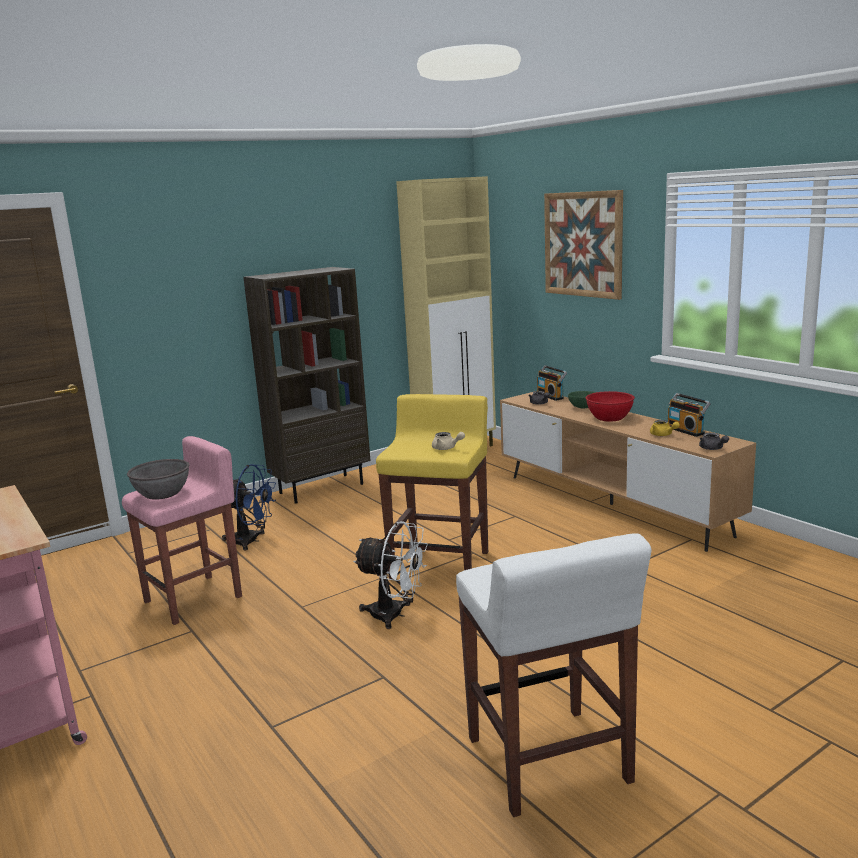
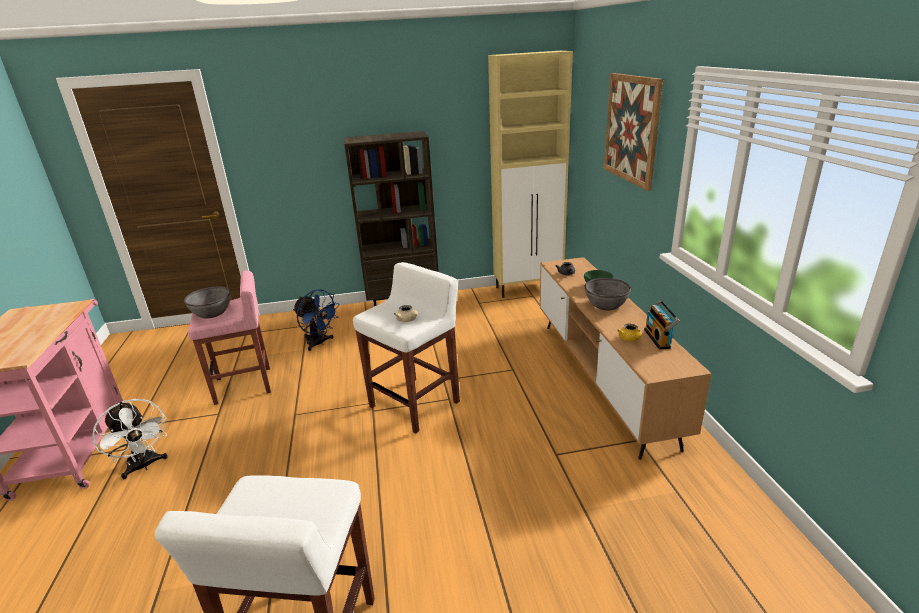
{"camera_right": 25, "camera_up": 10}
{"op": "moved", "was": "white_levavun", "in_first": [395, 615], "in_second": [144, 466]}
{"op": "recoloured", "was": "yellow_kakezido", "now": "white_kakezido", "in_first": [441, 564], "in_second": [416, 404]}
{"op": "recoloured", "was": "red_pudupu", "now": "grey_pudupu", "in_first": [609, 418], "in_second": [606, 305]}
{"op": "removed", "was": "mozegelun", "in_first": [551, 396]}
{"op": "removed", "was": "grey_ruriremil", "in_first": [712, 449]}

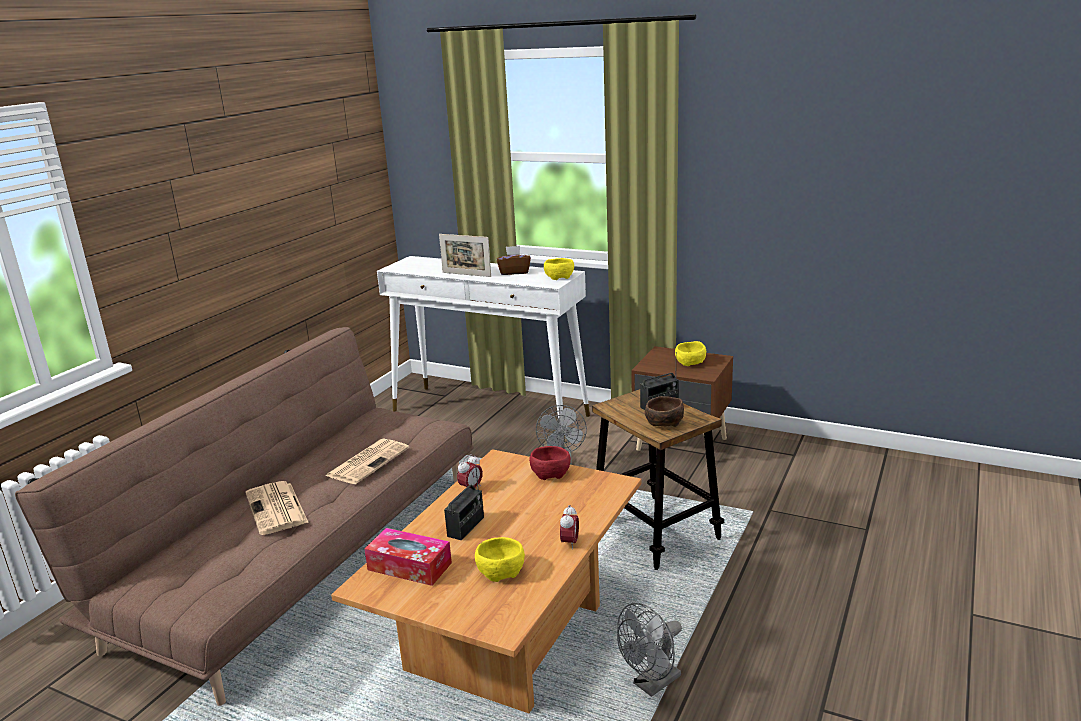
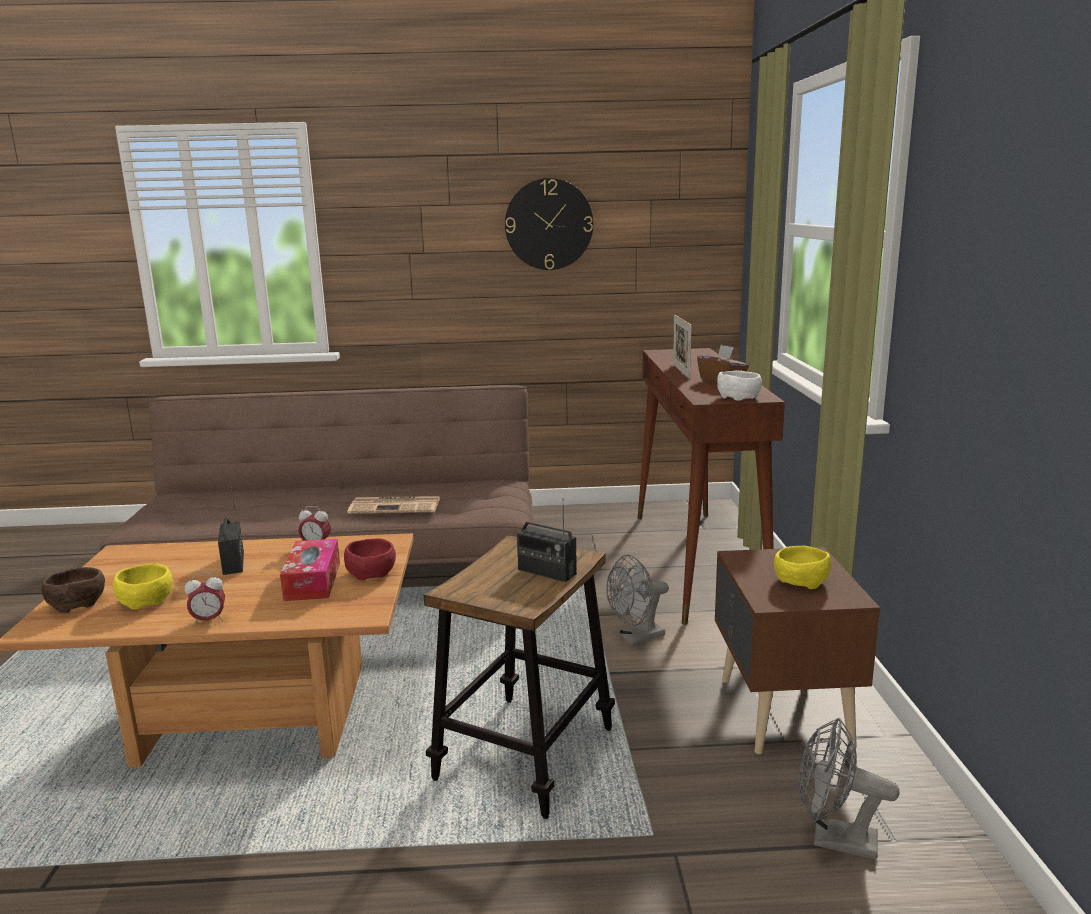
{"camera_right": 60, "camera_up": -5}
{"op": "moved", "was": "brown_pudupu", "in_first": [663, 422], "in_second": [76, 603]}
{"op": "turned", "was": "mozegelun", "in_first": [466, 527], "in_second": [234, 563], "clockwise": -105}
{"op": "moved", "was": "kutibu", "in_first": [409, 566], "in_second": [313, 581]}
{"op": "added", "now": "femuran", "in_second": [549, 224]}
{"op": "recoloured", "was": "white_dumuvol", "now": "brown_dumuvol", "in_first": [490, 413], "in_second": [697, 562]}
{"op": "recoloured", "was": "yellow_pudupu", "now": "white_pudupu", "in_first": [558, 276], "in_second": [738, 397]}
{"op": "moved", "was": "grey_levavun", "in_first": [652, 684], "in_second": [833, 840]}
{"op": "removed", "was": "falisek", "in_first": [277, 509]}

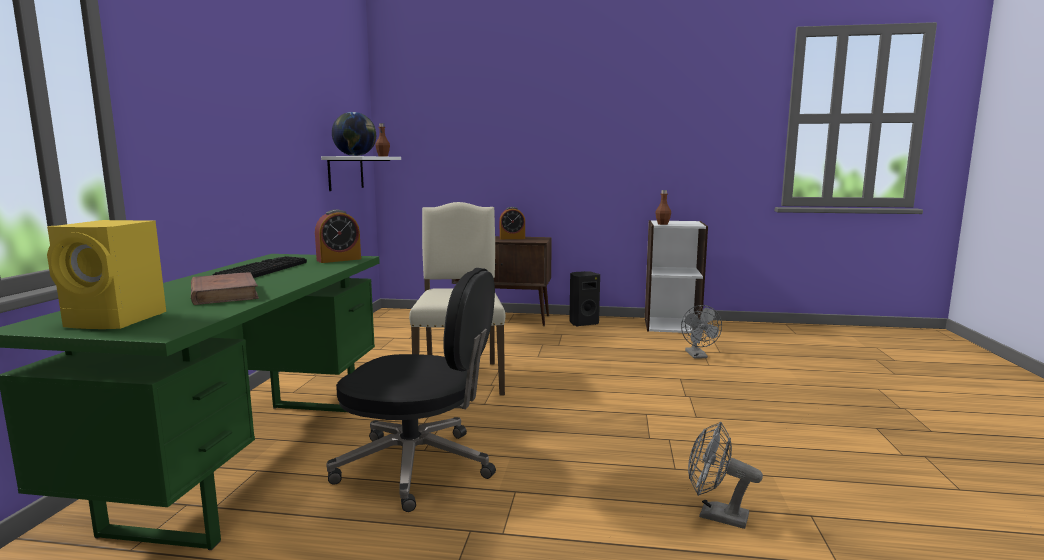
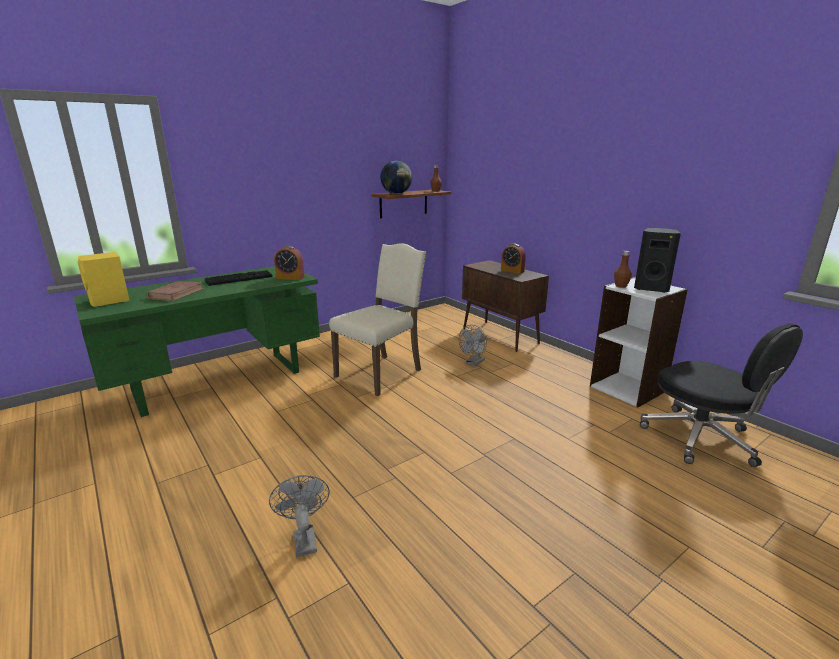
{"camera_right": 45, "camera_up": 10}
{"op": "recoloured", "was": "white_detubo", "now": "brown_detubo", "in_first": [346, 173], "in_second": [403, 203]}
{"op": "moved", "was": "grey_levavun", "in_first": [698, 356], "in_second": [473, 363]}
{"op": "moved", "was": "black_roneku", "in_first": [583, 323], "in_second": [651, 288]}
{"op": "moved", "was": "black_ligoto", "in_first": [418, 466], "in_second": [701, 439]}

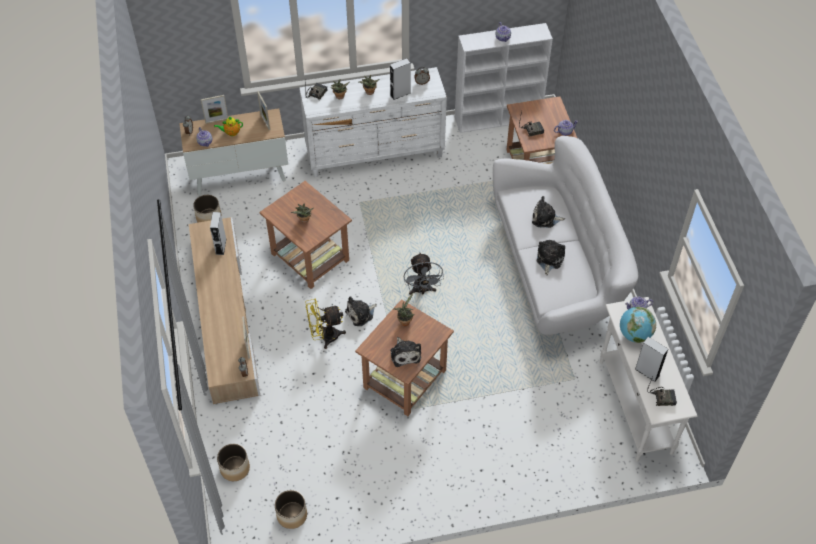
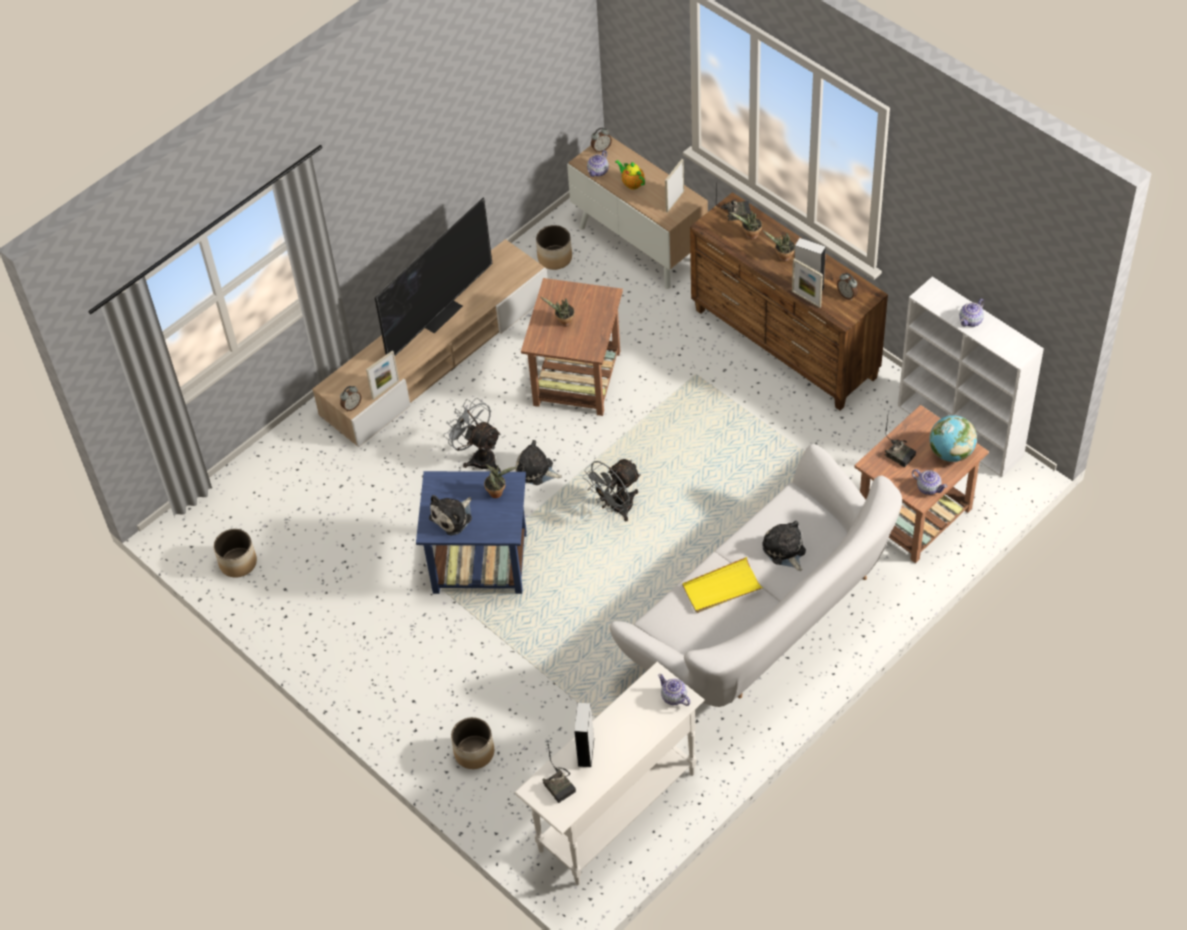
{"camera_right": 60, "camera_up": 0}
{"op": "added", "now": "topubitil", "in_second": [440, 313]}
{"op": "recoloured", "was": "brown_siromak", "now": "blue_siromak", "in_first": [405, 378], "in_second": [481, 562]}
{"op": "recoloured", "was": "yellow_levavun", "now": "grey_levavun", "in_first": [325, 337], "in_second": [479, 457]}
{"op": "moved", "was": "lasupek", "in_first": [234, 468], "in_second": [474, 752]}
{"op": "replaced", "was": "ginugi", "now": "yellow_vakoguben", "in_first": [549, 259], "in_second": [721, 588]}
{"op": "recoloured", "was": "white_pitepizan", "now": "brown_pitepizan", "in_first": [375, 154], "in_second": [784, 345]}
{"op": "moved", "was": "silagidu", "in_first": [217, 120], "in_second": [806, 299]}
{"op": "moved", "was": "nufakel", "in_first": [634, 334], "in_second": [950, 452]}
{"op": "removed", "was": "grey_roneku", "in_first": [221, 246]}

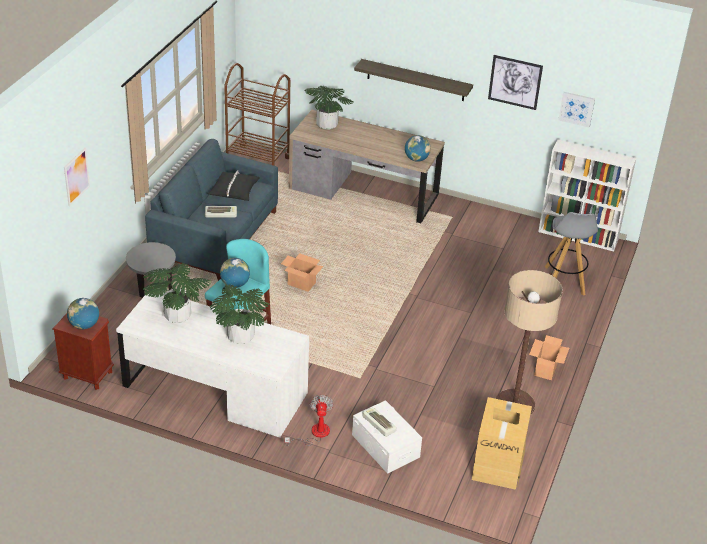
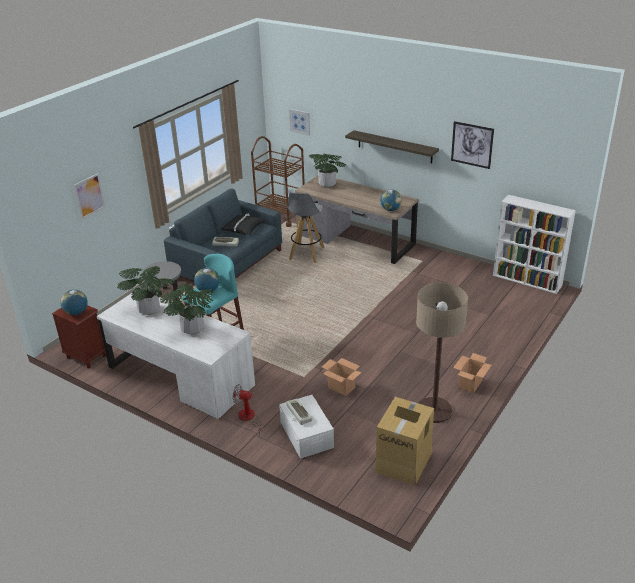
{"camera_right": 15, "camera_up": -5}
{"op": "turned", "was": "levavun", "in_first": [314, 434], "in_second": [249, 419], "clockwise": -90}
{"op": "moved", "was": "grey_kakezido", "in_first": [564, 281], "in_second": [306, 253]}
{"op": "moved", "was": "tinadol", "in_first": [576, 109], "in_second": [300, 121]}
{"op": "moved", "was": "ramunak", "in_first": [301, 284], "in_second": [341, 387]}

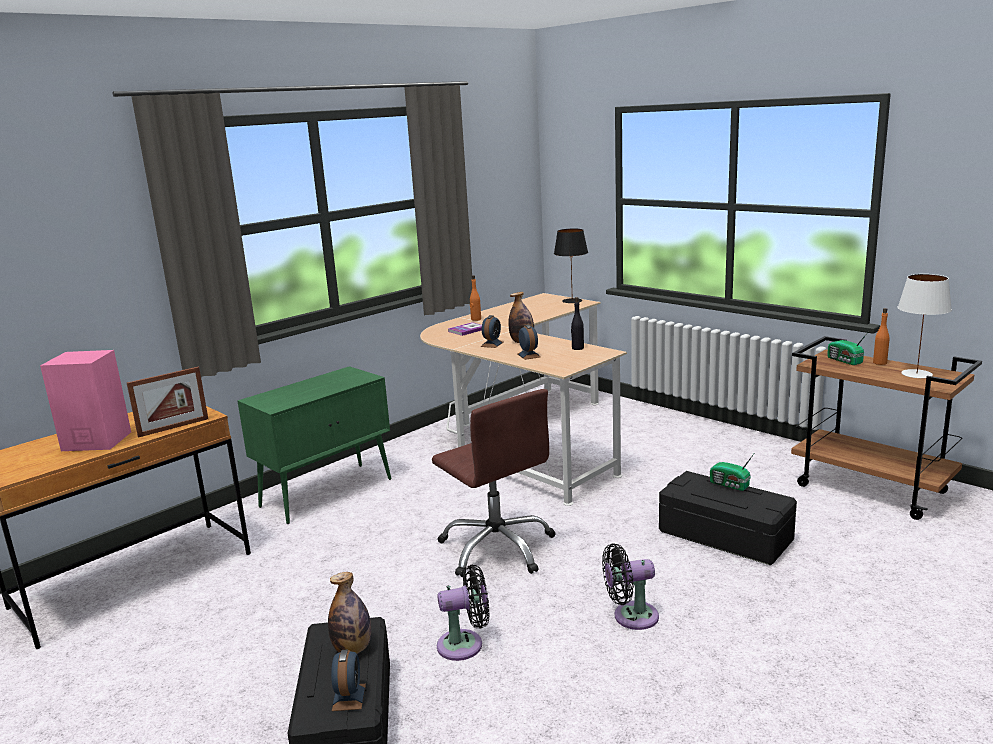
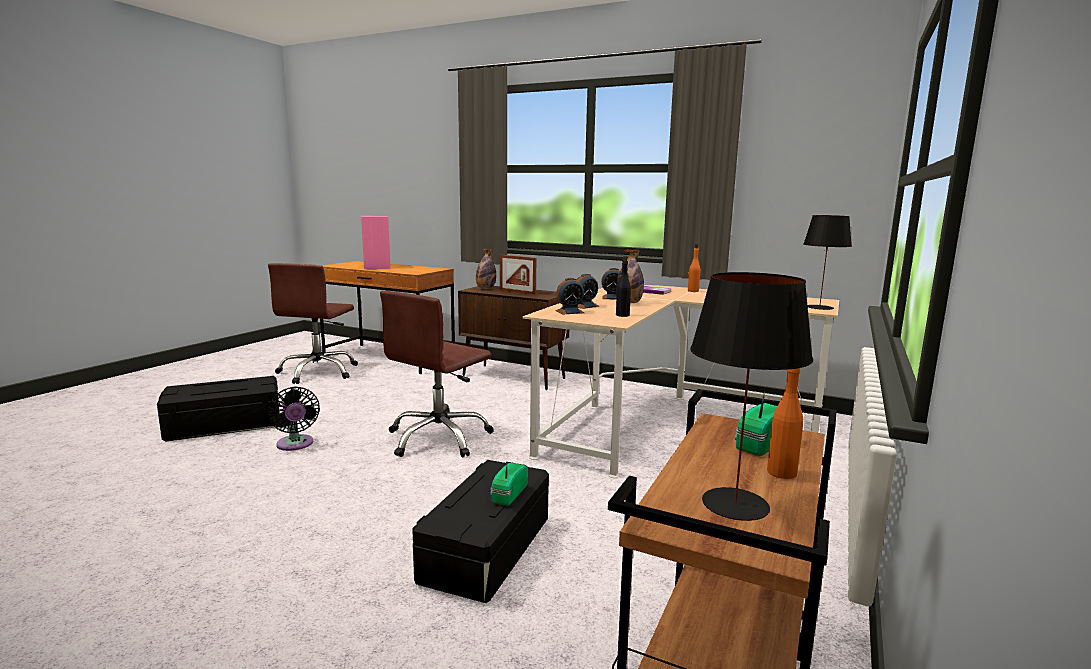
{"camera_right": 70, "camera_up": -5}
{"op": "added", "now": "brown_ligoto", "in_second": [318, 372]}
{"op": "recoloured", "was": "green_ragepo", "now": "brown_ragepo", "in_first": [328, 492], "in_second": [514, 377]}
{"op": "moved", "was": "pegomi", "in_first": [352, 649], "in_second": [485, 288]}
{"op": "moved", "was": "silagidu", "in_first": [173, 427], "in_second": [517, 292]}
{"op": "moved", "was": "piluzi", "in_first": [349, 697], "in_second": [569, 312]}
{"op": "recoloured", "was": "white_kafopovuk", "now": "black_kafopovuk", "in_first": [917, 374], "in_second": [736, 504]}
{"op": "removed", "was": "black_levavun", "in_first": [631, 617]}

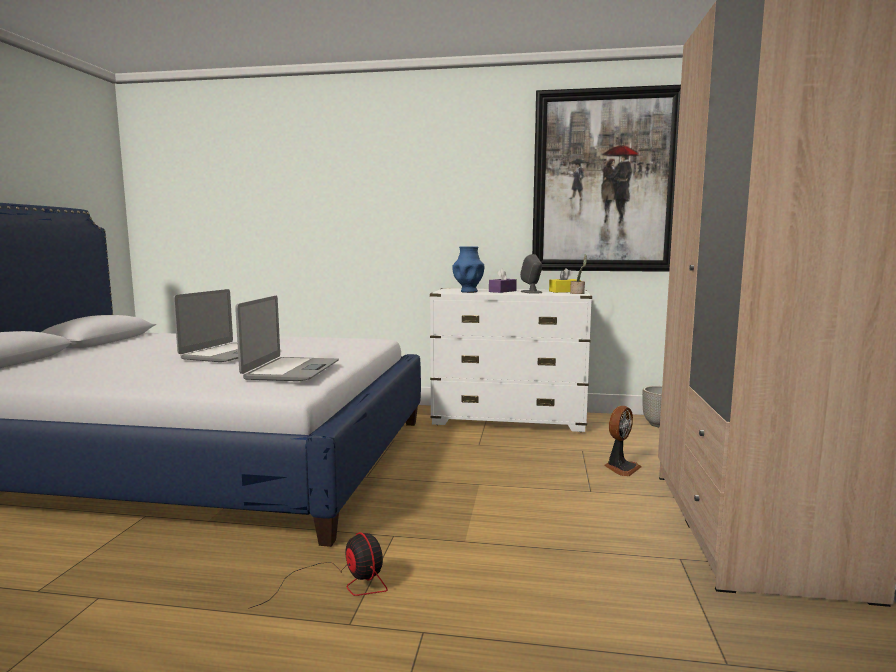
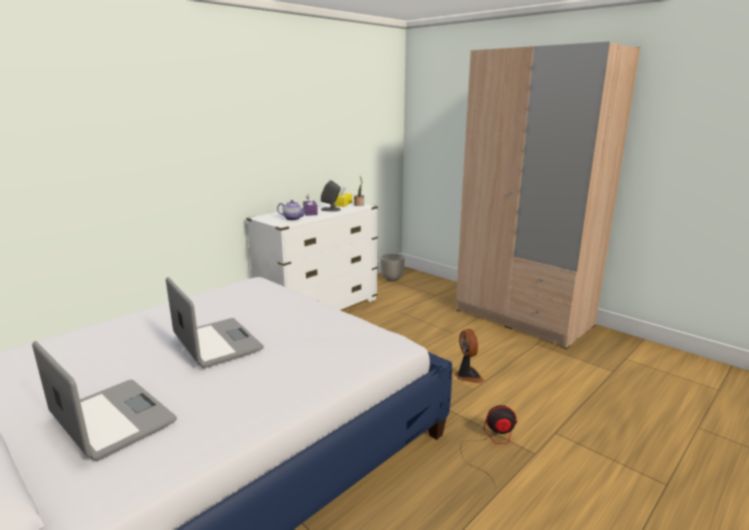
{"camera_right": -55, "camera_up": 10}
{"op": "moved", "was": "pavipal", "in_first": [291, 370], "in_second": [112, 420]}
{"op": "replaced", "was": "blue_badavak", "now": "ruriremil", "in_first": [468, 291], "in_second": [293, 218]}
{"op": "moved", "was": "levavun", "in_first": [620, 468], "in_second": [467, 376]}
{"op": "removed", "was": "tinadol", "in_first": [604, 182]}

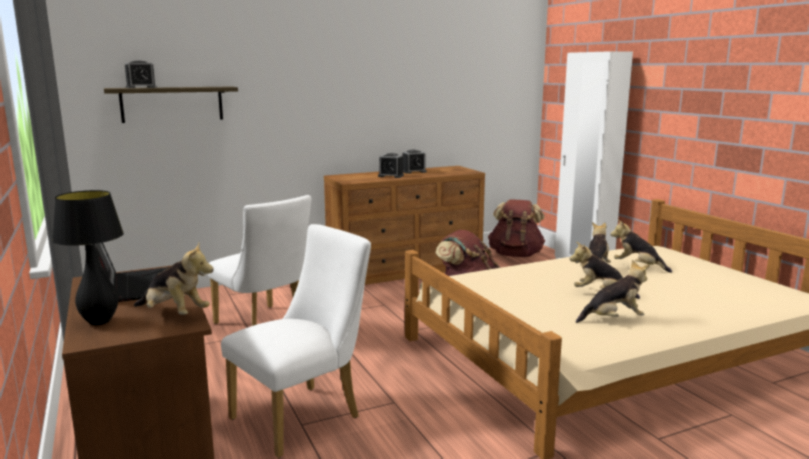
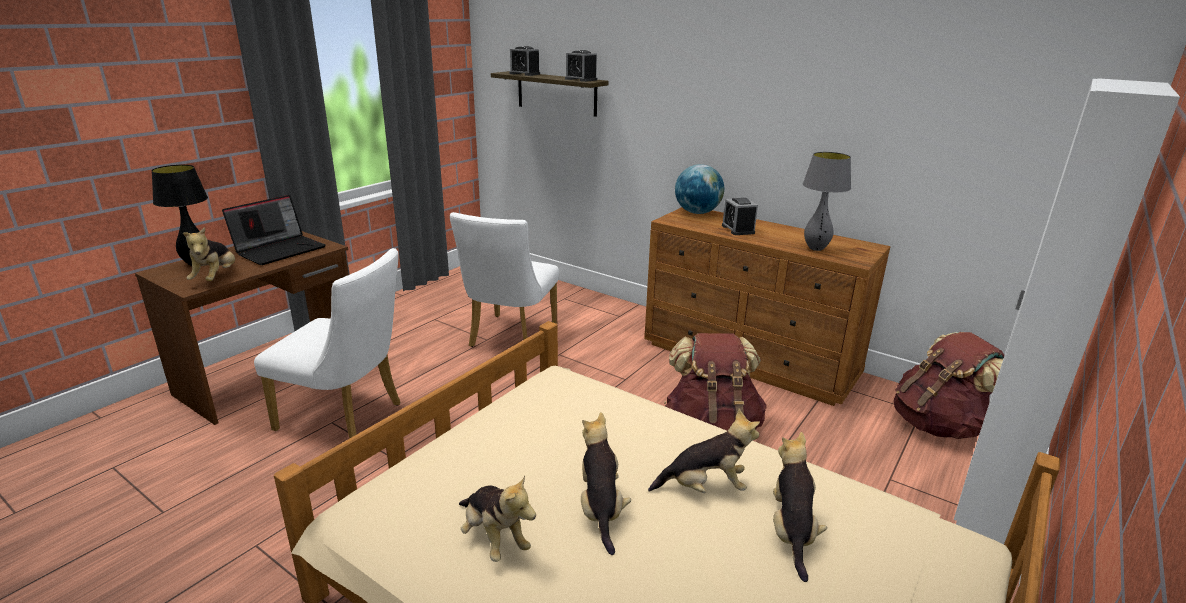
{"camera_right": 60, "camera_up": 10}
{"op": "moved", "was": "piluzi", "in_first": [413, 171], "in_second": [581, 79]}
{"op": "added", "now": "nufakel", "in_second": [697, 212]}
{"op": "added", "now": "grey_kafopovuk", "in_second": [815, 248]}

